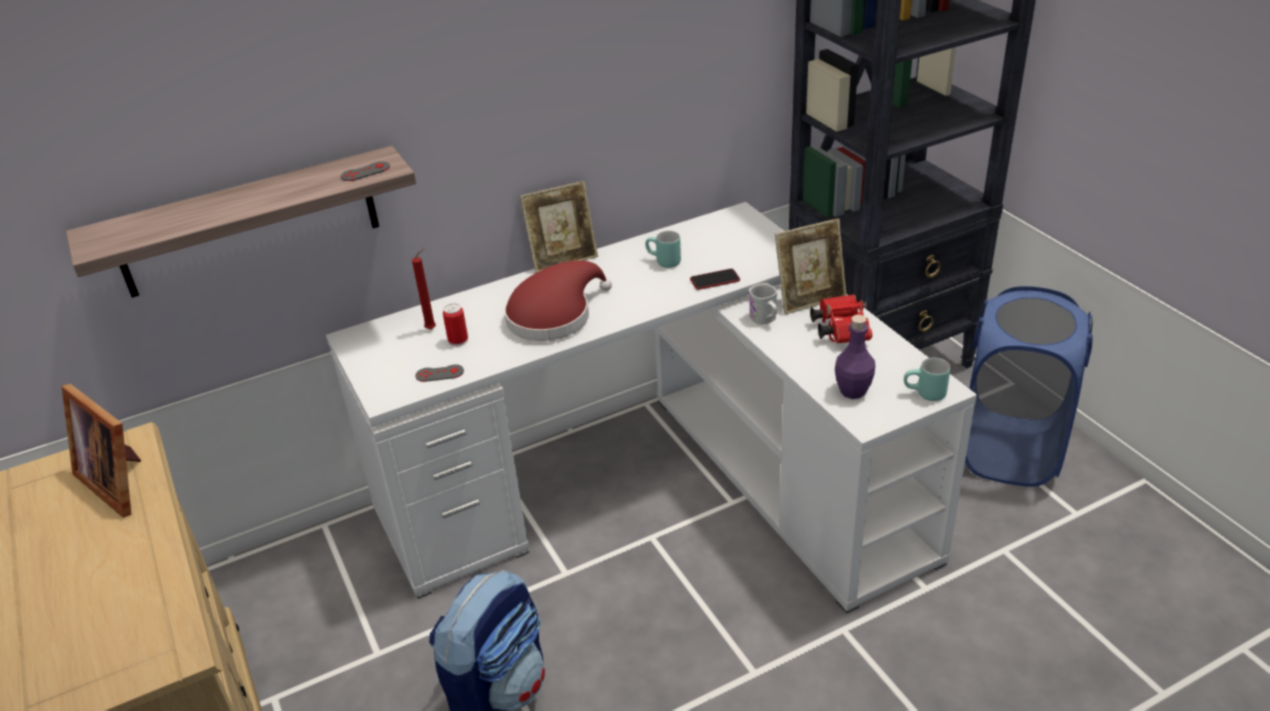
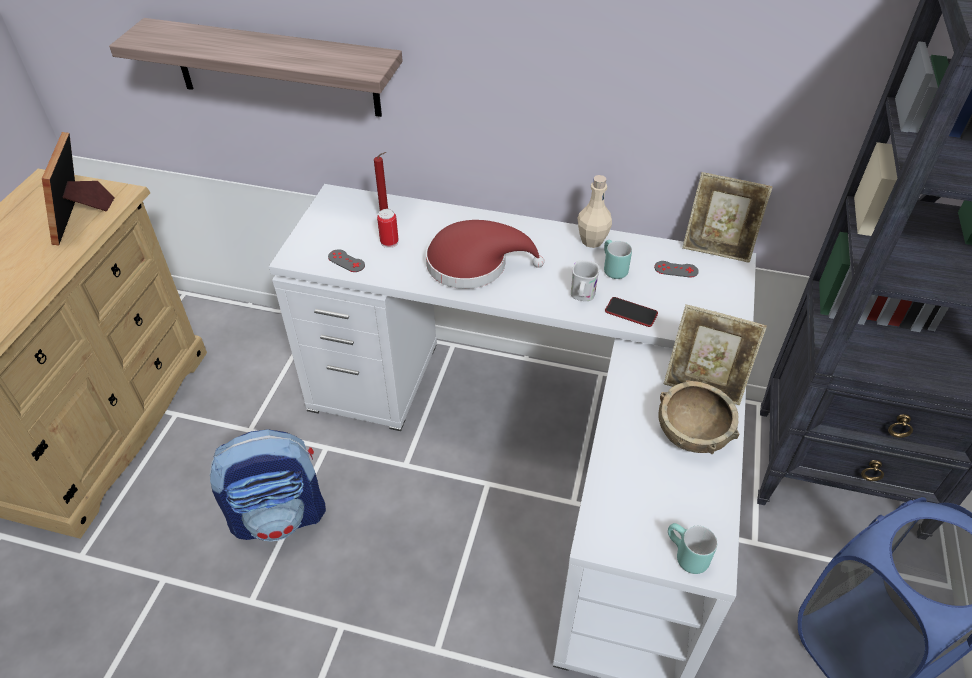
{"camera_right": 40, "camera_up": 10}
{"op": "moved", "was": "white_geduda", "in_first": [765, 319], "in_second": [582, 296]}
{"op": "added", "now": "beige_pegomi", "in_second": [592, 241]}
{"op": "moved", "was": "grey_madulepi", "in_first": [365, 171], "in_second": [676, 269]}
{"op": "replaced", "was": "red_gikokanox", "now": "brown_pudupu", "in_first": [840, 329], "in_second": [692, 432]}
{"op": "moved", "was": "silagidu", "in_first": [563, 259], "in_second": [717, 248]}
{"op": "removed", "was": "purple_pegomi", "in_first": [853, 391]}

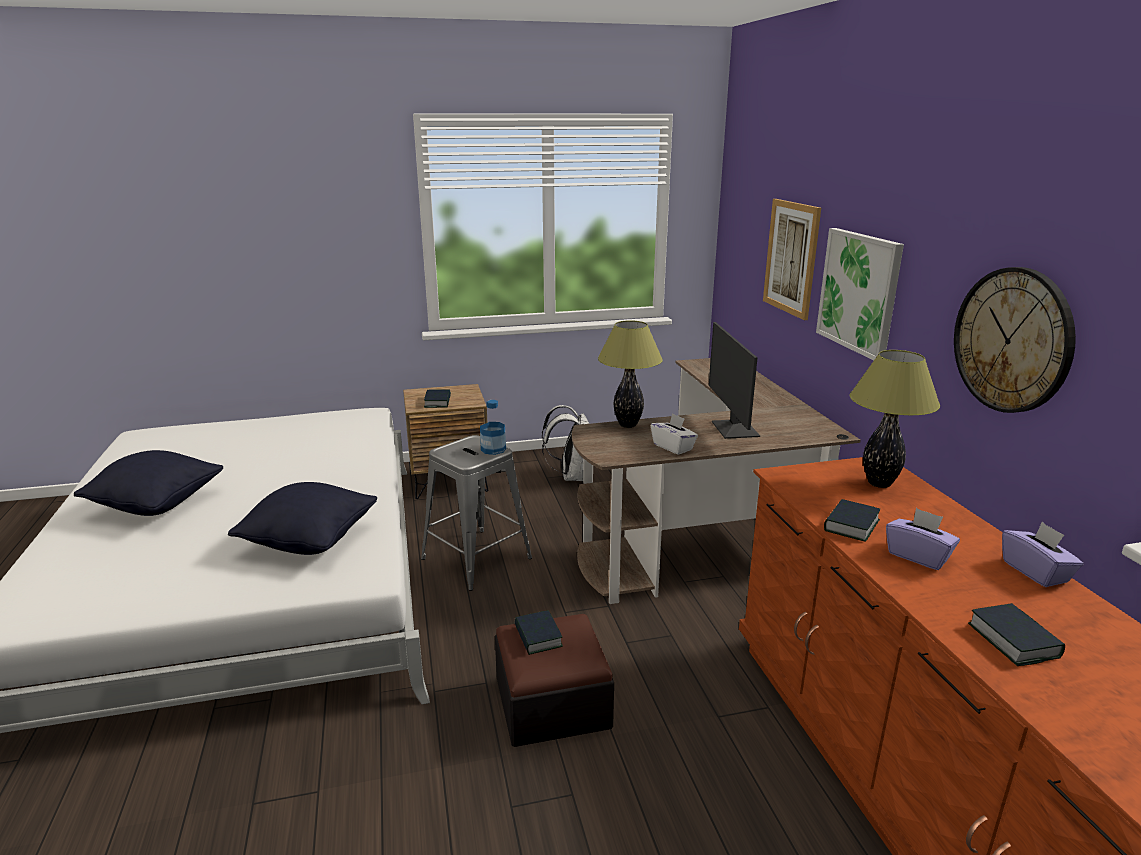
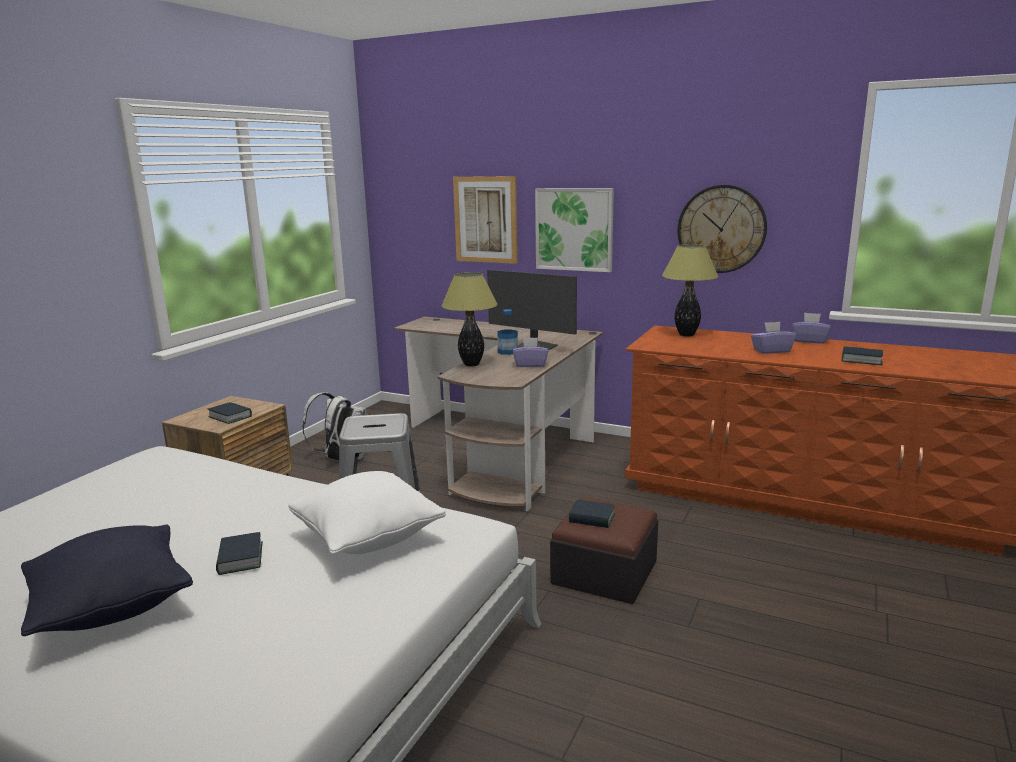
{"camera_right": -50, "camera_up": -5}
{"op": "moved", "was": "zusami", "in_first": [851, 525], "in_second": [240, 559]}
{"op": "recoloured", "was": "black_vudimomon", "now": "white_vudimomon", "in_first": [310, 541], "in_second": [368, 539]}
{"op": "moved", "was": "pegomi", "in_first": [493, 449], "in_second": [507, 352]}
{"op": "recoloured", "was": "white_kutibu", "now": "purple_kutibu", "in_first": [673, 447], "in_second": [530, 364]}

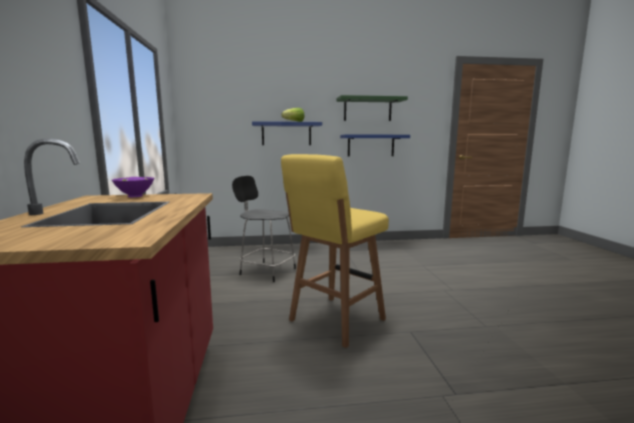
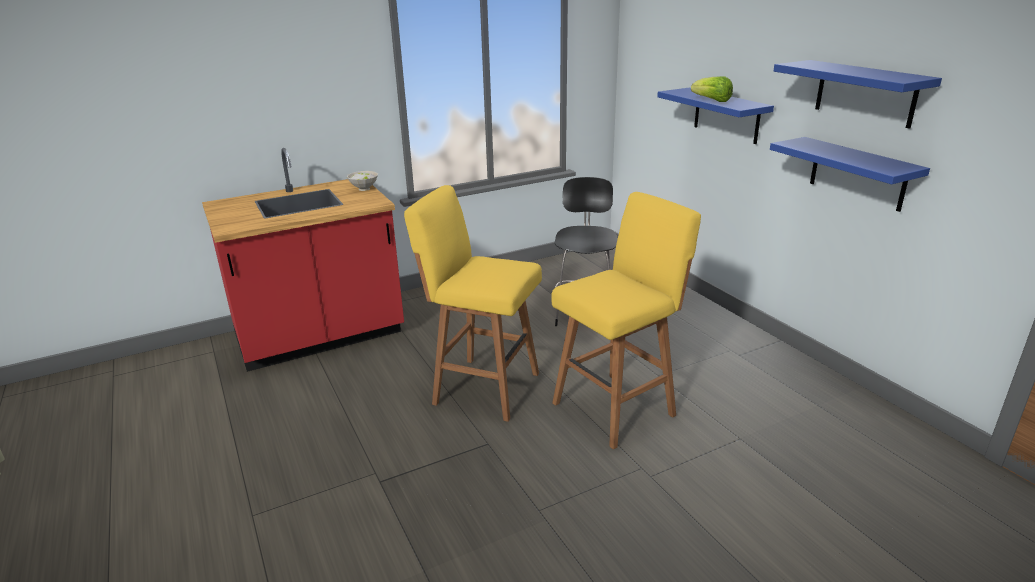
{"camera_right": 70, "camera_up": 15}
{"op": "recoloured", "was": "purple_pudupu", "now": "white_pudupu", "in_first": [134, 196], "in_second": [364, 188]}
{"op": "added", "now": "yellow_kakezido", "in_second": [616, 407]}
{"op": "recoloured", "was": "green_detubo", "now": "blue_detubo", "in_first": [367, 109], "in_second": [865, 93]}

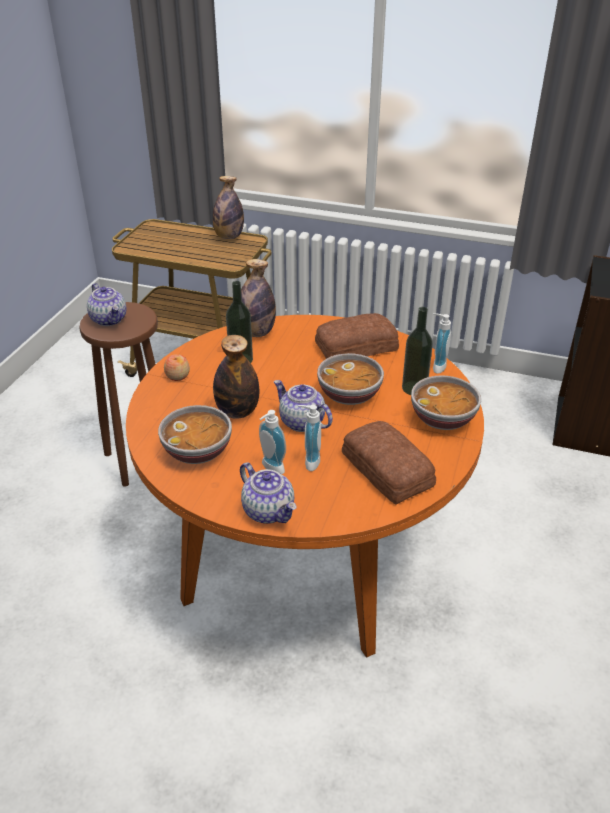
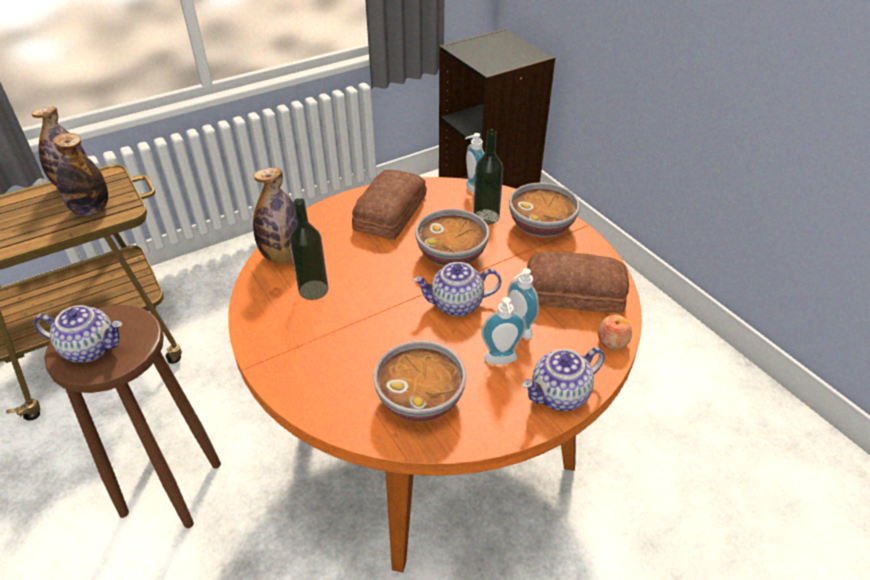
{"camera_right": -50, "camera_up": 5}
{"op": "moved", "was": "pegomi", "in_first": [237, 412], "in_second": [91, 210]}
{"op": "turned", "was": "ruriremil", "in_first": [269, 511], "in_second": [560, 395], "clockwise": 150}
{"op": "moved", "was": "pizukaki", "in_first": [177, 376], "in_second": [612, 342]}

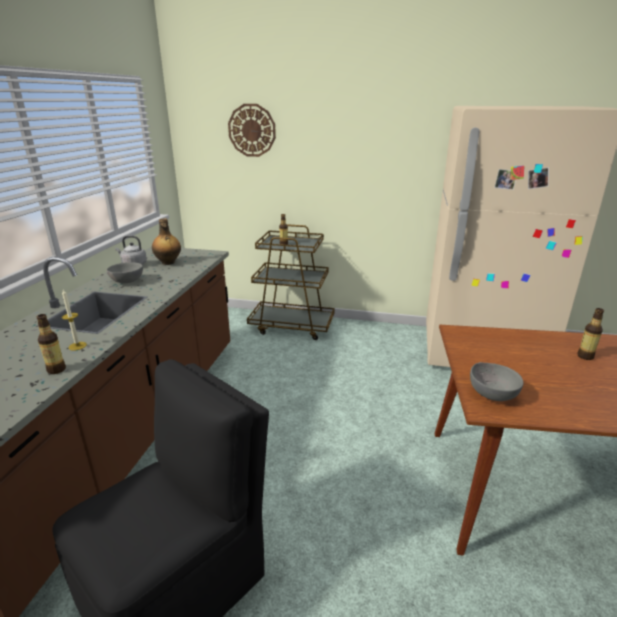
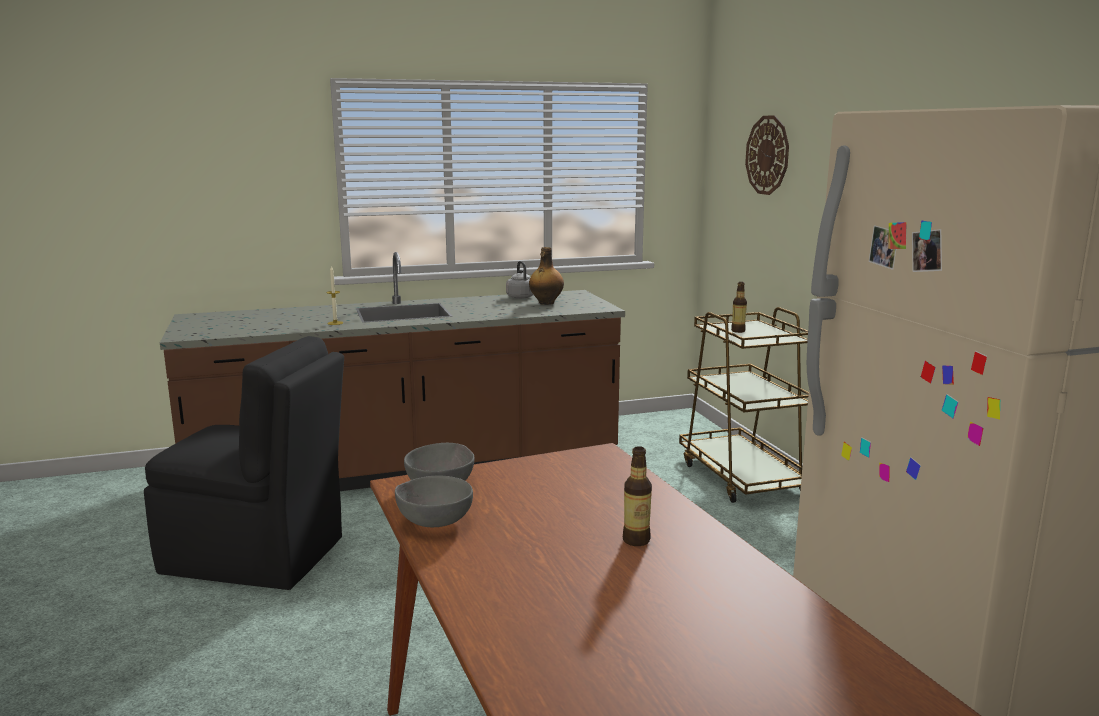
{"camera_right": 60, "camera_up": -10}
{"op": "moved", "was": "grey_pudupu", "in_first": [126, 282], "in_second": [433, 522]}
{"op": "removed", "was": "pegomi", "in_first": [56, 370]}

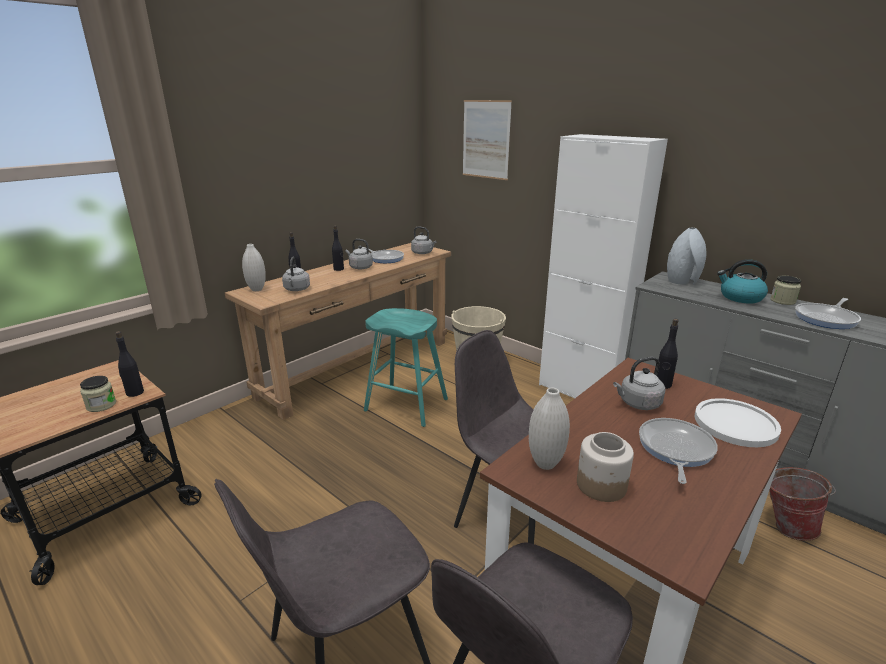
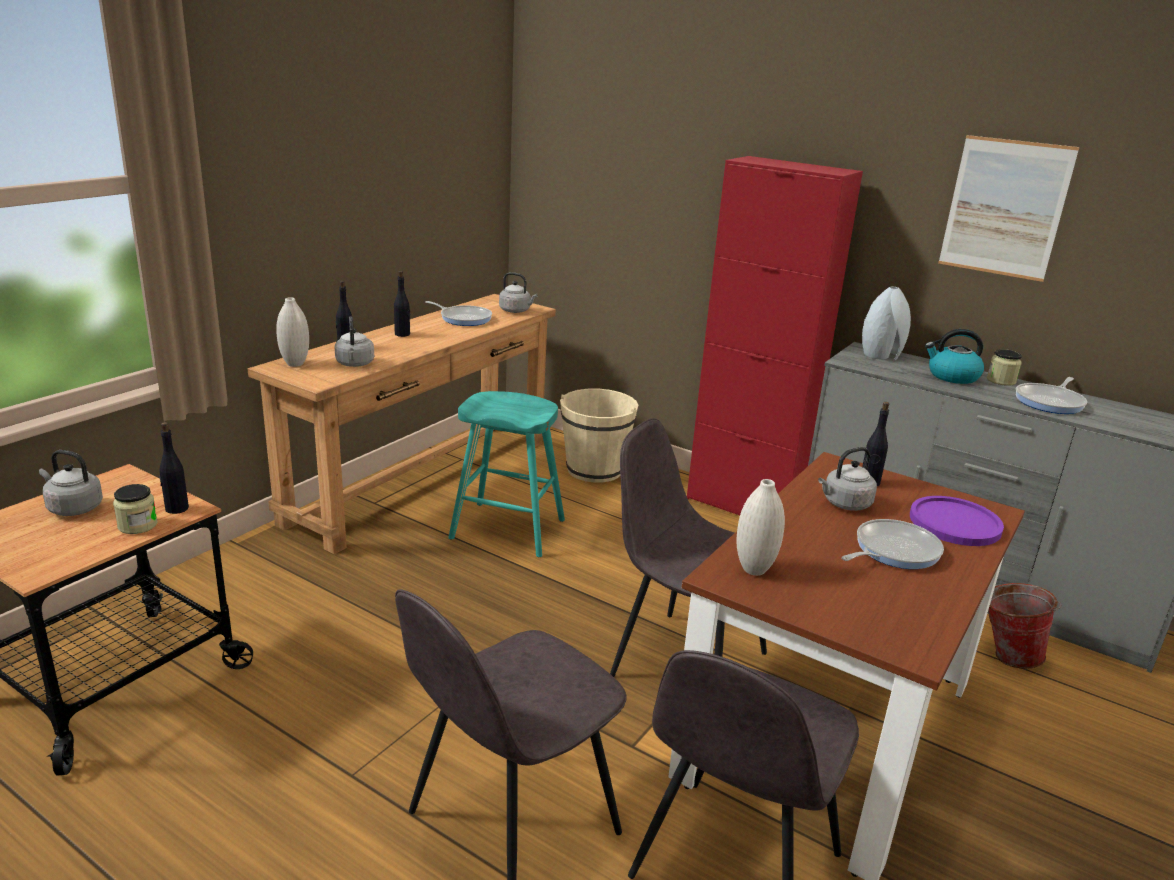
{"camera_right": -10, "camera_up": 0}
{"op": "moved", "was": "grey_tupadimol", "in_first": [360, 267], "in_second": [73, 508]}
{"op": "recoloured", "was": "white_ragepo", "now": "red_ragepo", "in_first": [580, 391], "in_second": [743, 505]}
{"op": "turned", "was": "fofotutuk", "in_first": [675, 449], "in_second": [893, 551], "clockwise": 45}
{"op": "recoloured", "was": "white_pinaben", "now": "purple_pinaben", "in_first": [735, 424], "in_second": [955, 523]}
{"op": "moved", "was": "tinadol", "in_first": [486, 139], "in_second": [1005, 208]}
{"op": "removed", "was": "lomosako", "in_first": [600, 485]}

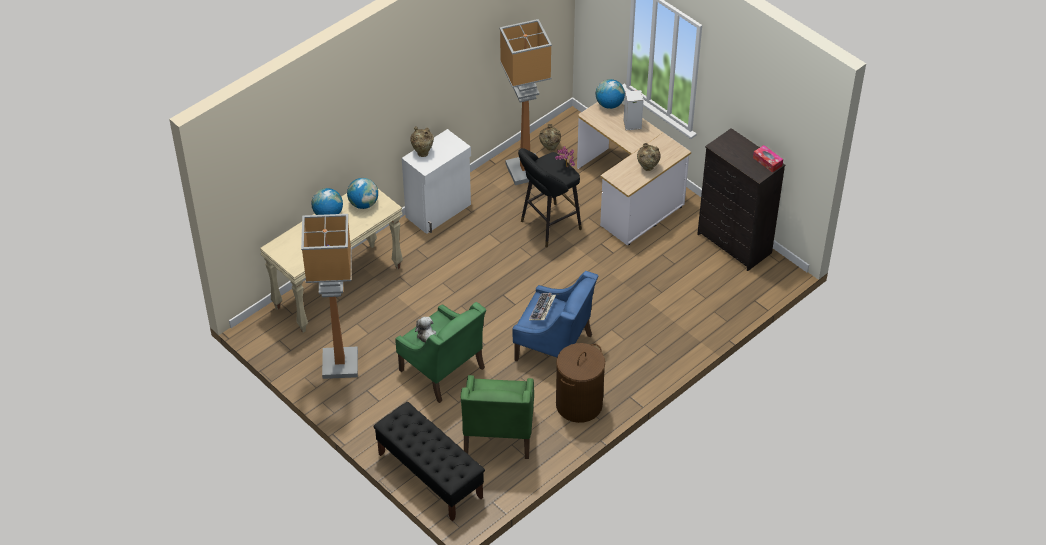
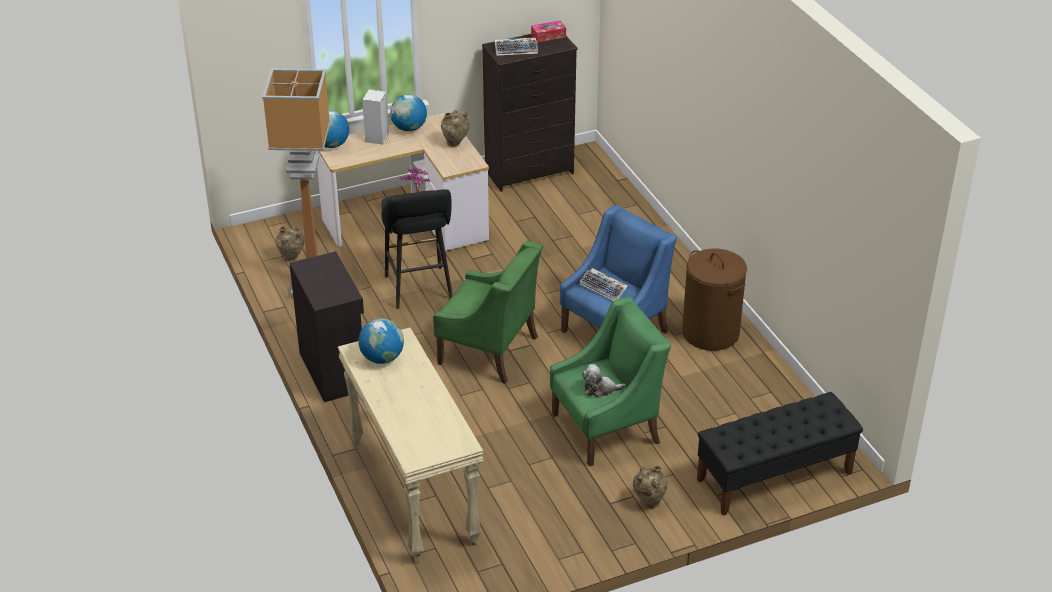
{"camera_right": -70, "camera_up": -10}
{"op": "recoloured", "was": "white_ragepo", "now": "black_ragepo", "in_first": [439, 211], "in_second": [334, 370]}
{"op": "moved", "was": "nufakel", "in_first": [328, 214], "in_second": [409, 128]}
{"op": "moved", "was": "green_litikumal", "in_first": [498, 433], "in_second": [489, 351]}
{"op": "added", "now": "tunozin", "in_second": [516, 49]}
{"op": "moved", "was": "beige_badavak", "in_first": [422, 152], "in_second": [649, 503]}
{"op": "removed", "was": "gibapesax", "in_first": [339, 365]}

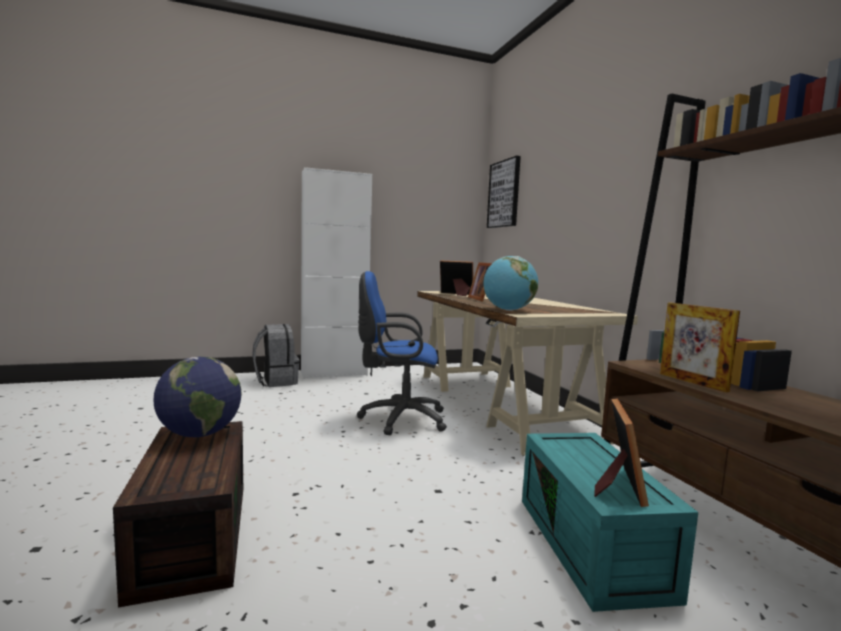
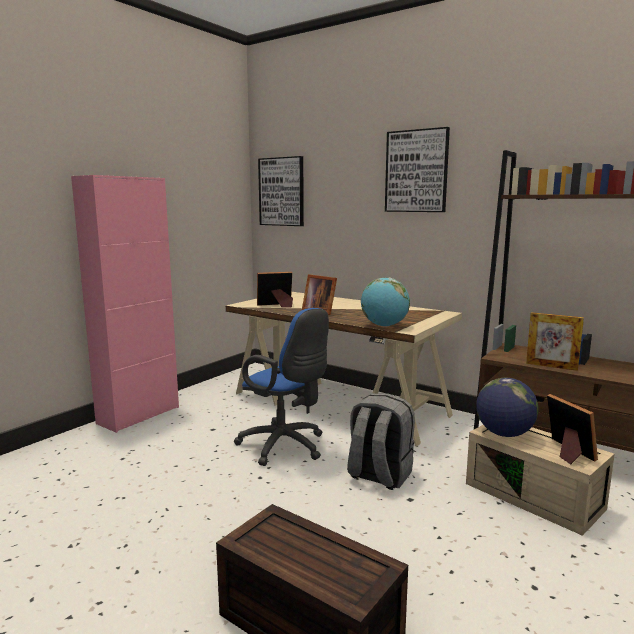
{"camera_right": -35, "camera_up": 5}
{"op": "recoloured", "was": "white_ragepo", "now": "pink_ragepo", "in_first": [334, 373], "in_second": [138, 415]}
{"op": "turned", "was": "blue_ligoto", "in_first": [398, 419], "in_second": [285, 447], "clockwise": -105}
{"op": "moved", "was": "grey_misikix", "in_first": [275, 381], "in_second": [379, 475]}
{"op": "added", "now": "tinadol", "in_second": [416, 171]}
{"op": "recoloured", "was": "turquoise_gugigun", "now": "beige_gugigun", "in_first": [594, 546], "in_second": [535, 496]}
{"op": "moved", "was": "nufakel", "in_first": [199, 434], "in_second": [504, 434]}

